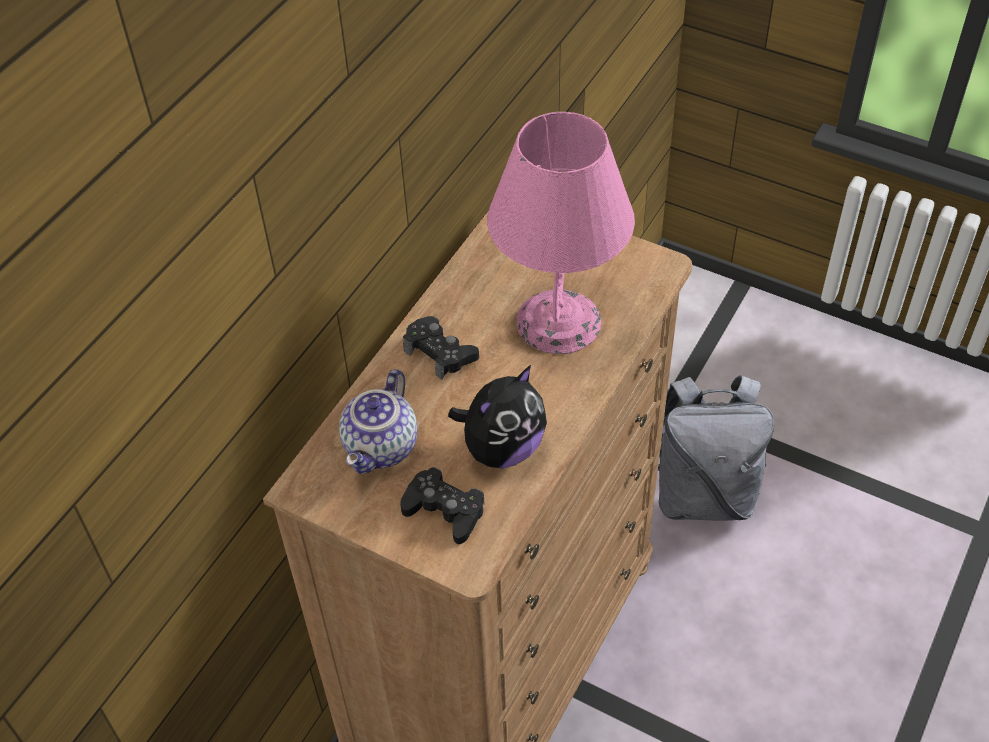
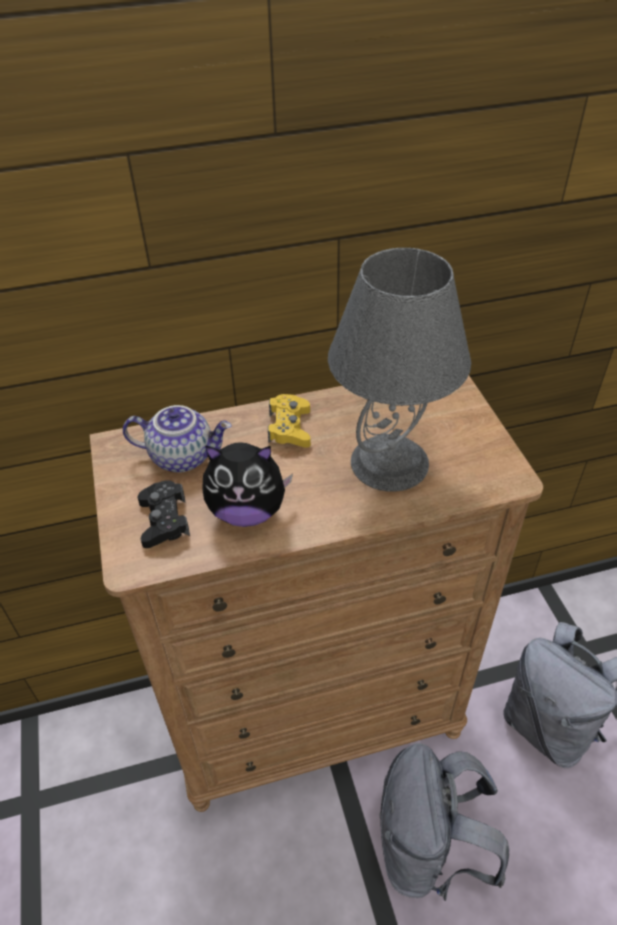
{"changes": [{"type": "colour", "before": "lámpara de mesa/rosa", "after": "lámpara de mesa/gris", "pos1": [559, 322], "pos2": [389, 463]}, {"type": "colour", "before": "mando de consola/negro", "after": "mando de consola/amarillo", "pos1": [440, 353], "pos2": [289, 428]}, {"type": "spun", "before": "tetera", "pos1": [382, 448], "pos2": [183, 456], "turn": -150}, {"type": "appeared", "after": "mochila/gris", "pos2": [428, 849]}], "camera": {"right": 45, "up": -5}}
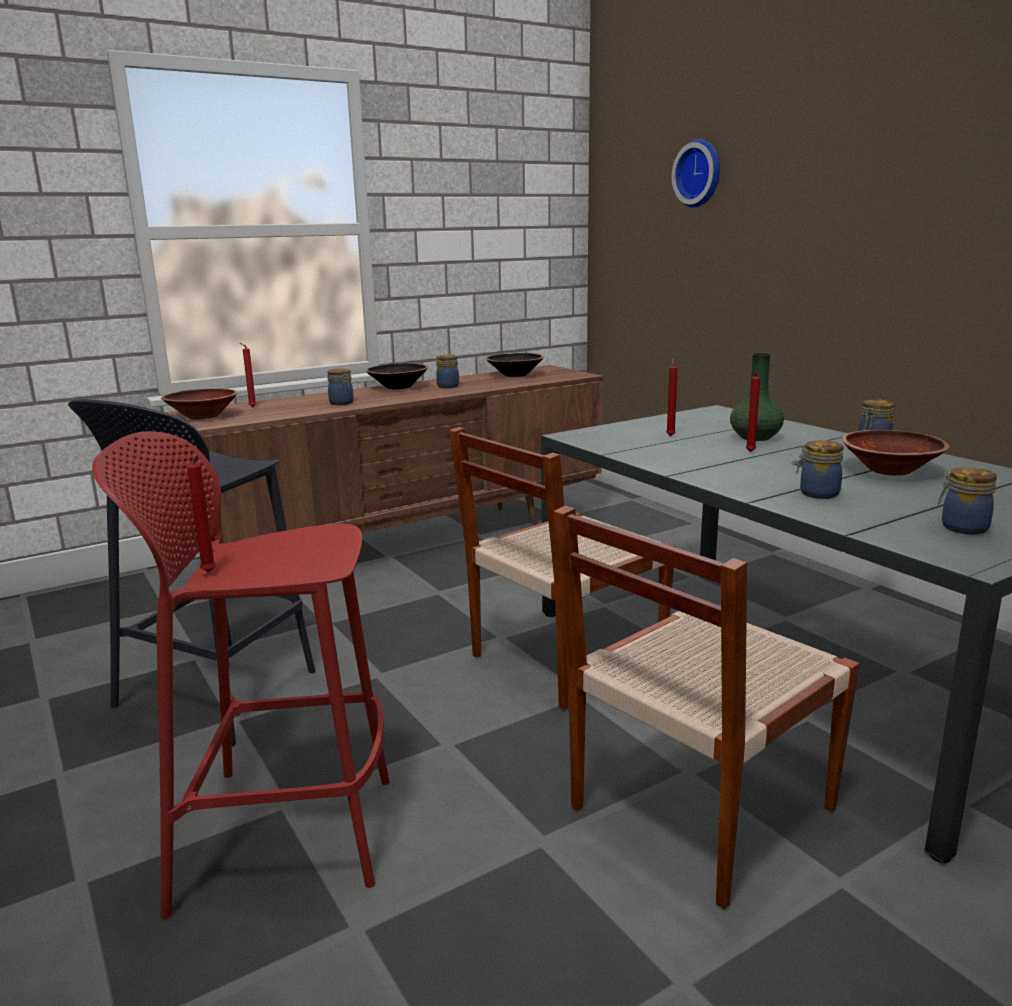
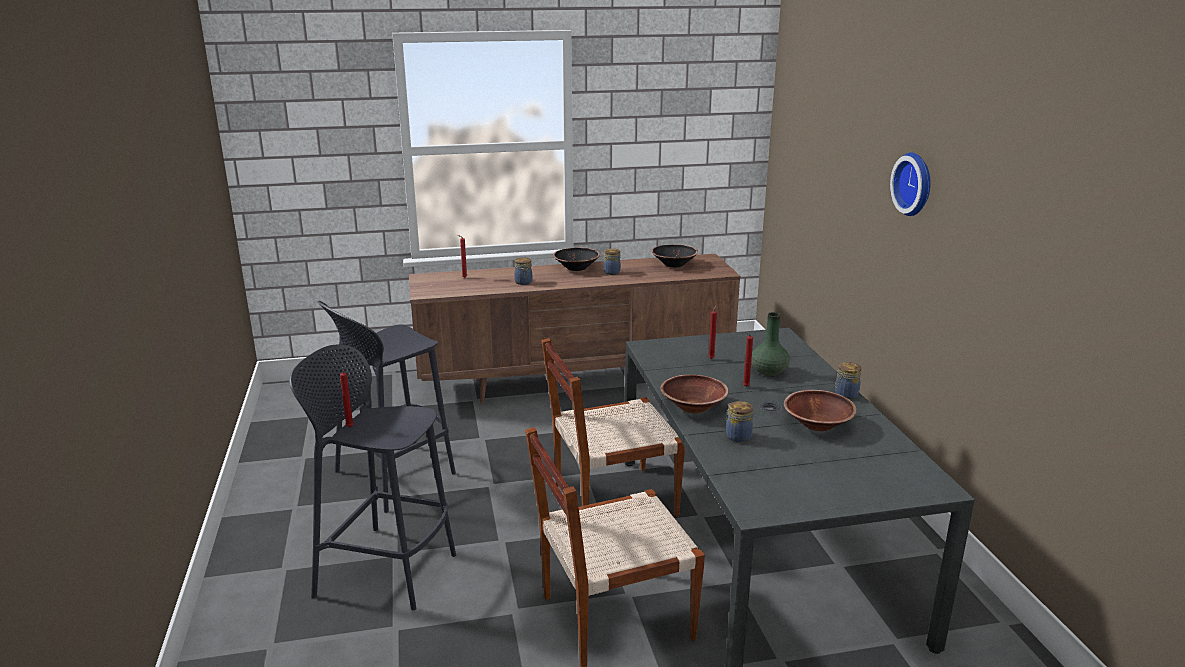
{"changes": [{"type": "relocated", "before": "reloj de pared", "pos1": [700, 173], "pos2": [915, 184]}, {"type": "relocated", "before": "cuenco/marrón", "pos1": [203, 416], "pos2": [693, 407]}, {"type": "colour", "before": "taburete/rojo", "after": "taburete/gris", "pos1": [282, 833], "pos2": [386, 570]}, {"type": "missing", "before": "tarro", "pos1": [962, 528]}], "camera": {"right": 20, "up": 5}}
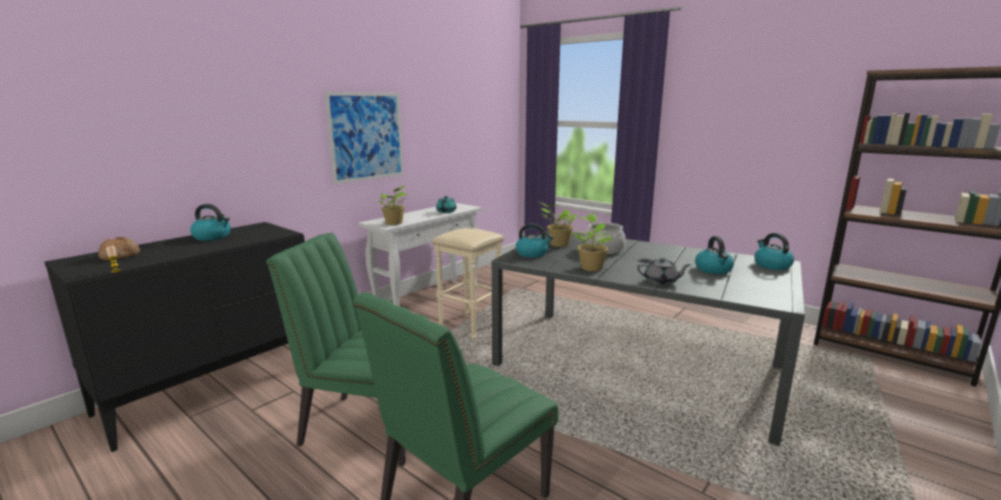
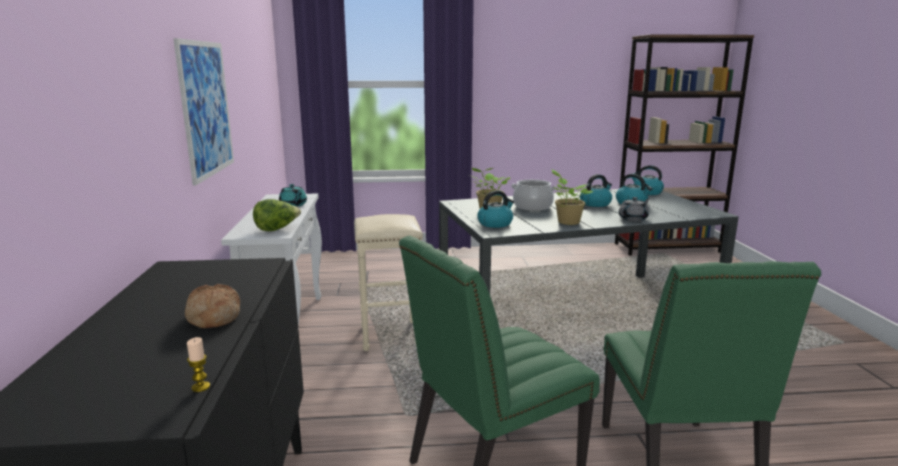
{"changes": [{"type": "exchanged", "before": "planta en maceta", "after": "lechuga", "pos1": [394, 223], "pos2": [277, 229]}, {"type": "relocated", "before": "hervidor", "pos1": [213, 237], "pos2": [595, 203]}, {"type": "relocated", "before": "pan", "pos1": [120, 256], "pos2": [212, 317]}], "camera": {"right": -45, "up": 0}}
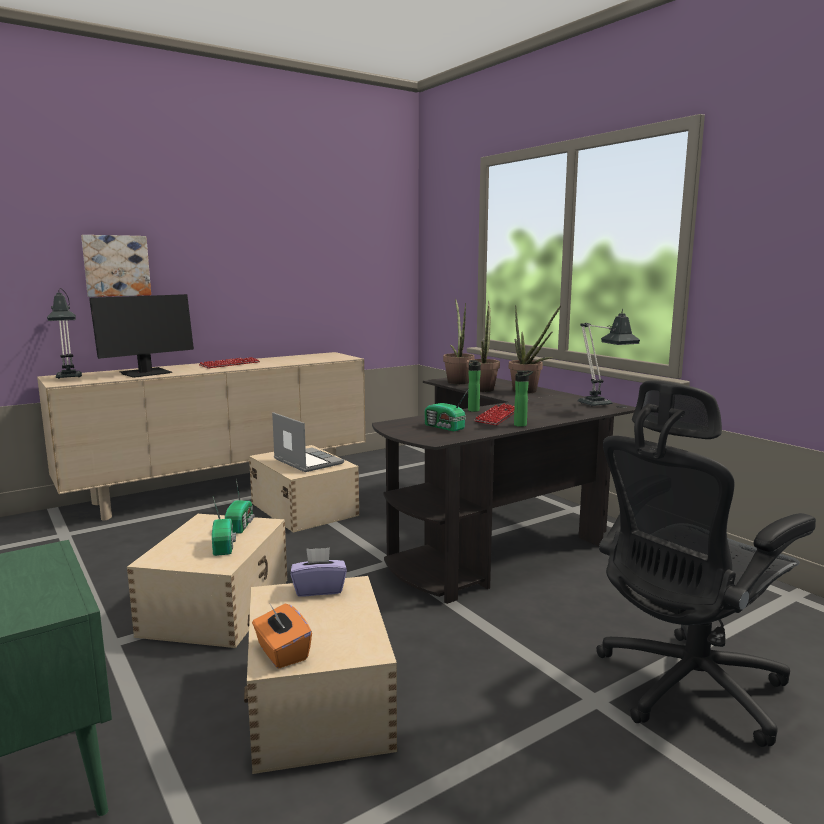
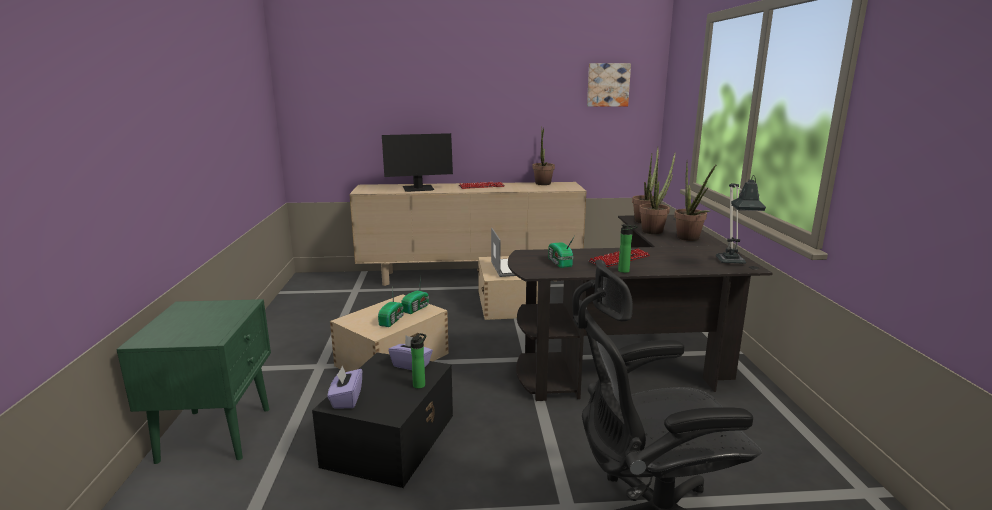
{"changes": [{"type": "relocated", "before": "cuadro", "pos1": [116, 266], "pos2": [608, 85]}, {"type": "missing", "before": "lámpara de mesa", "pos1": [69, 378]}, {"type": "relocated", "before": "botella", "pos1": [473, 410], "pos2": [420, 384]}, {"type": "colour", "before": "caja de almacenaje/beis", "after": "caja de almacenaje/negro", "pos1": [319, 700], "pos2": [391, 439]}, {"type": "colour", "before": "caja de pañuelos/naranja", "after": "caja de pañuelos/morado", "pos1": [282, 652], "pos2": [346, 399]}, {"type": "appeared", "after": "planta en maceta", "pos2": [542, 184]}], "camera": {"right": 30, "up": 5}}
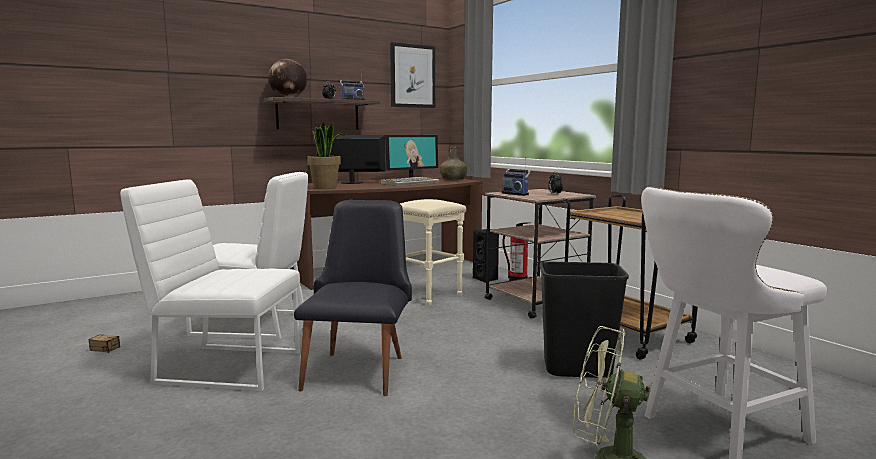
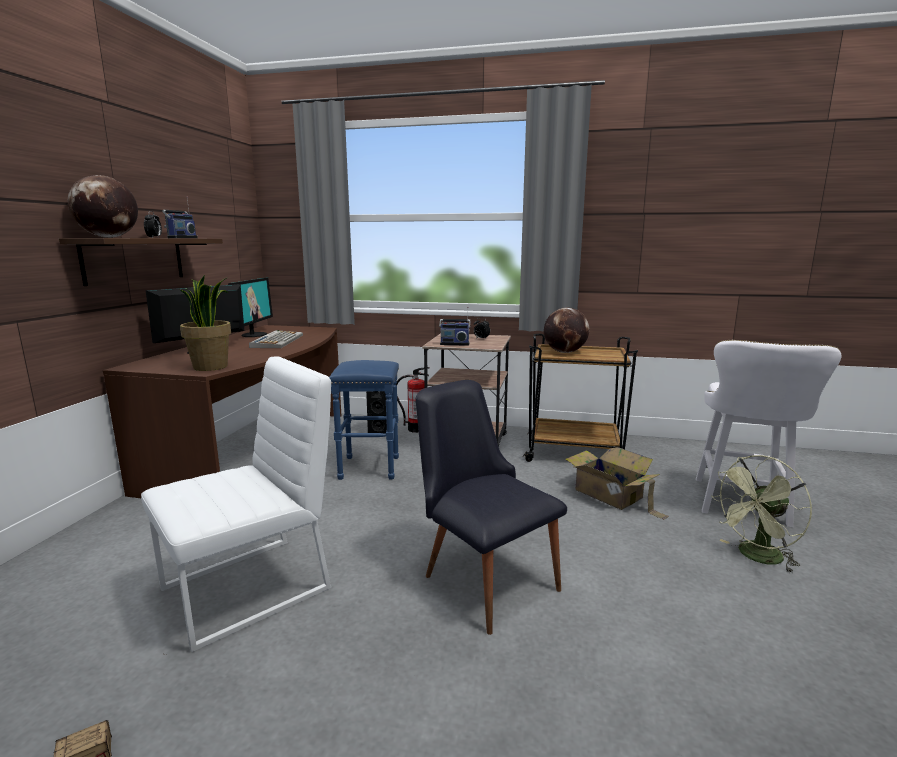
{"changes": [{"type": "missing", "before": "cuadro", "pos1": [412, 76]}, {"type": "missing", "before": "botella/verde", "pos1": [454, 179]}, {"type": "missing", "before": "silla/blanco", "pos1": [226, 366]}, {"type": "colour", "before": "taburete/beis", "after": "taburete/azul", "pos1": [429, 296], "pos2": [370, 468]}, {"type": "exchanged", "before": "papelera/negro", "after": "caja de cartón", "pos1": [577, 370], "pos2": [610, 495]}, {"type": "appeared", "after": "globo terráqueo", "pos2": [564, 352]}], "camera": {"right": -45, "up": 5}}
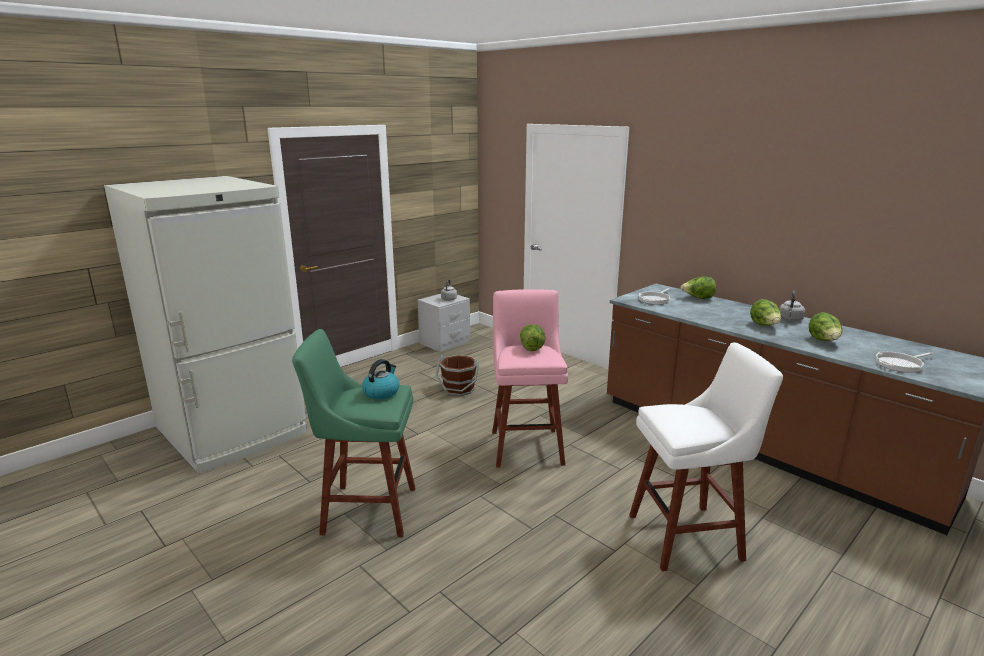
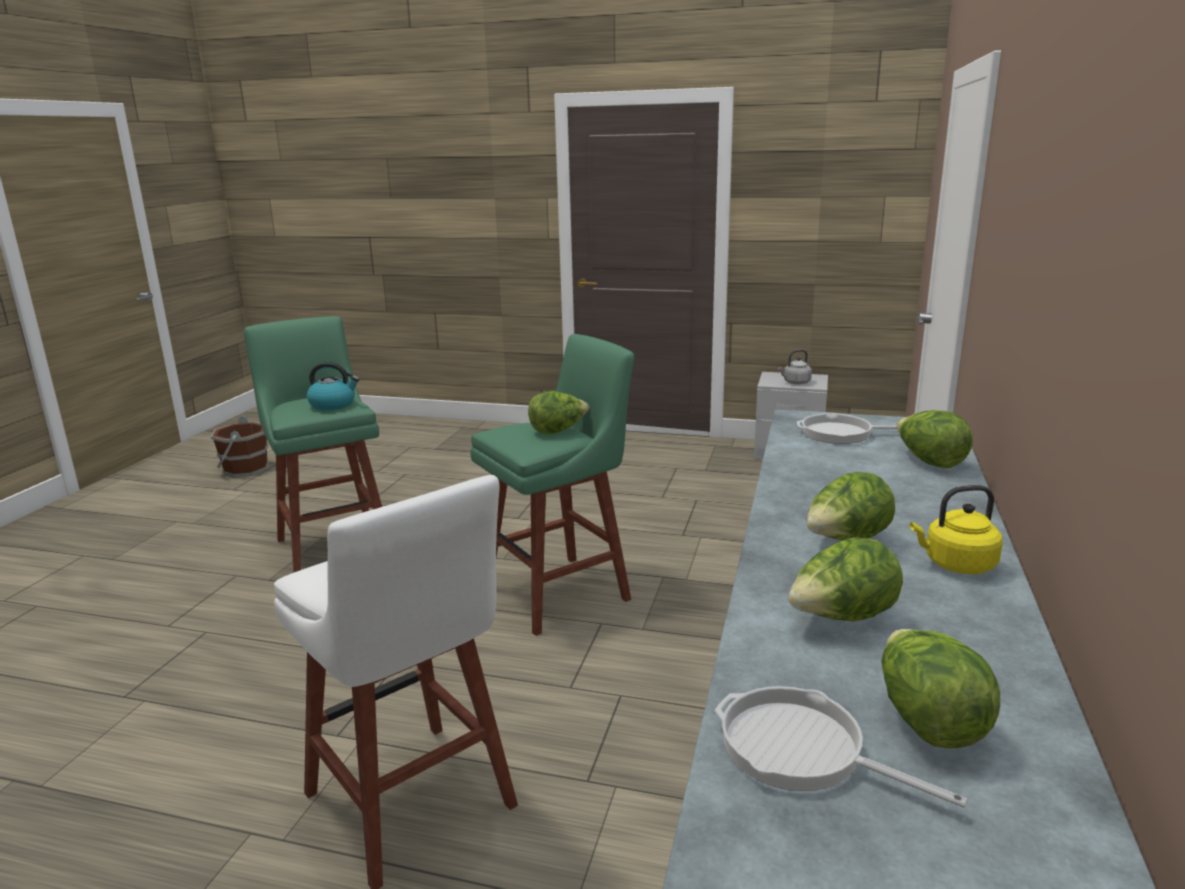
{"changes": [{"type": "missing", "before": "nevera/blanco", "pos1": [232, 430]}, {"type": "colour", "before": "taburete/rosa", "after": "taburete/verde", "pos1": [527, 446], "pos2": [560, 593]}, {"type": "colour", "before": "hervidor/gris", "after": "hervidor/amarillo", "pos1": [790, 320], "pos2": [956, 565]}, {"type": "relocated", "before": "cubo/marrón", "pos1": [459, 389], "pos2": [245, 469]}, {"type": "appeared", "after": "lechuga", "pos2": [927, 721]}], "camera": {"right": 60, "up": 0}}
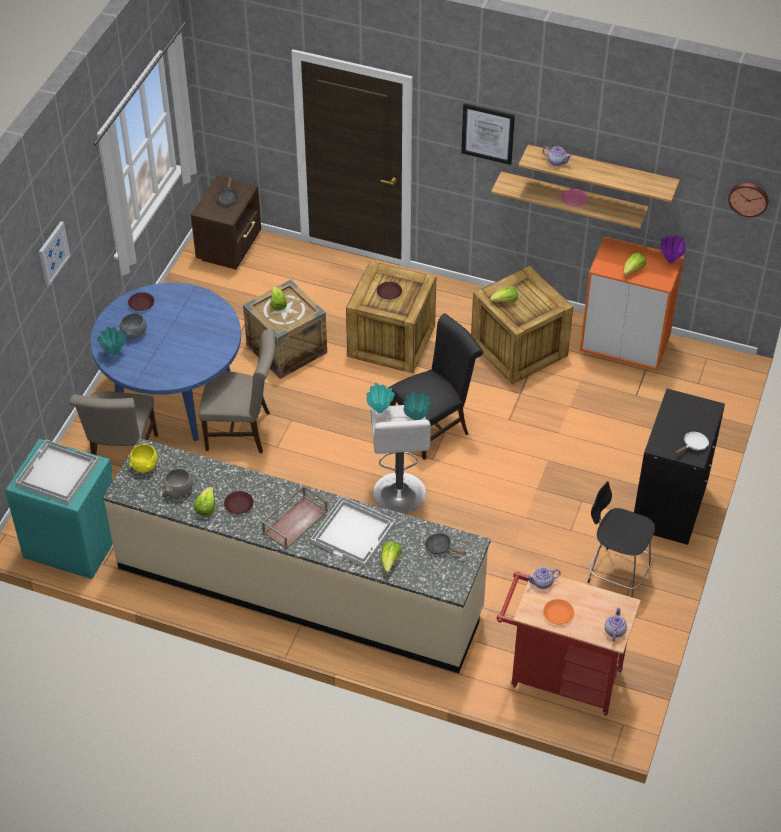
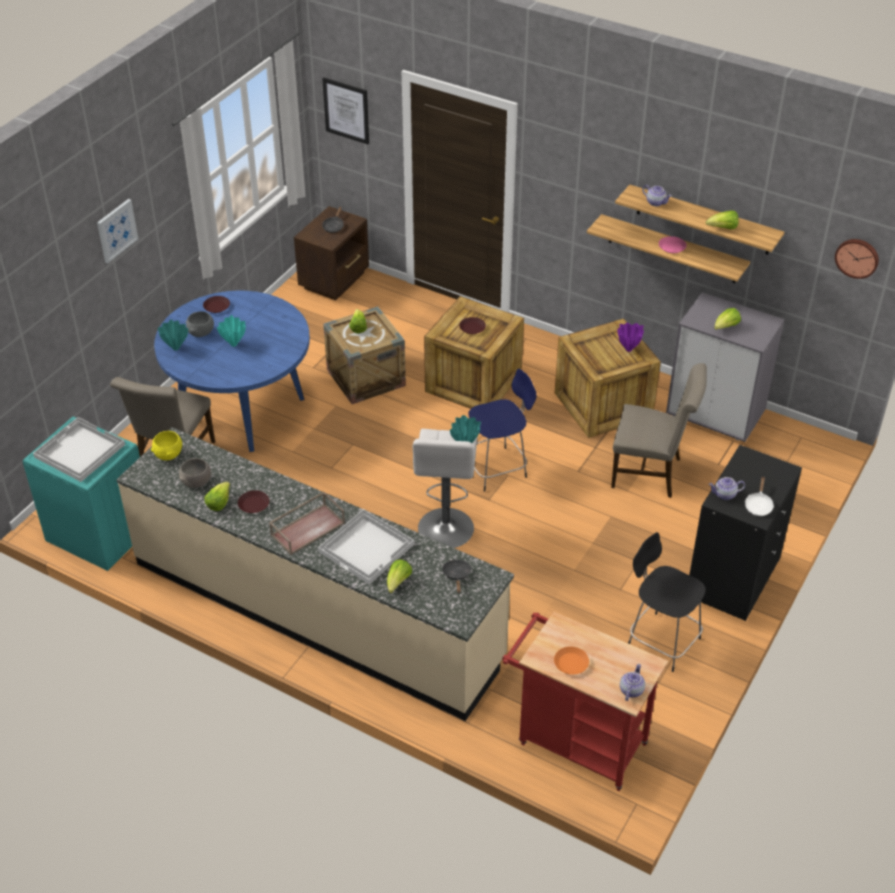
{"changes": [{"type": "relocated", "before": "cuadro", "pos1": [488, 133], "pos2": [346, 110]}, {"type": "relocated", "before": "florero/morado", "pos1": [670, 261], "pos2": [628, 350]}, {"type": "colour", "before": "armario/naranja", "after": "armario/gris", "pos1": [625, 347], "pos2": [715, 417]}, {"type": "relocated", "before": "lechuga", "pos1": [505, 301], "pos2": [723, 228]}, {"type": "exchanged", "before": "silla/negro", "after": "taburete/azul", "pos1": [433, 426], "pos2": [497, 468]}, {"type": "relocated", "before": "silla/beis", "pos1": [243, 430], "pos2": [651, 473]}, {"type": "relocated", "before": "florero/turquesa", "pos1": [379, 411], "pos2": [233, 345]}, {"type": "spun", "before": "sartén/blanco", "pos1": [693, 445], "pos2": [758, 505], "turn": 135}, {"type": "spun", "before": "sartén/negro", "pos1": [440, 547], "pos2": [457, 575], "turn": 45}, {"type": "relocated", "before": "tetera", "pos1": [542, 583], "pos2": [724, 495]}], "camera": {"right": 10, "up": -5}}
